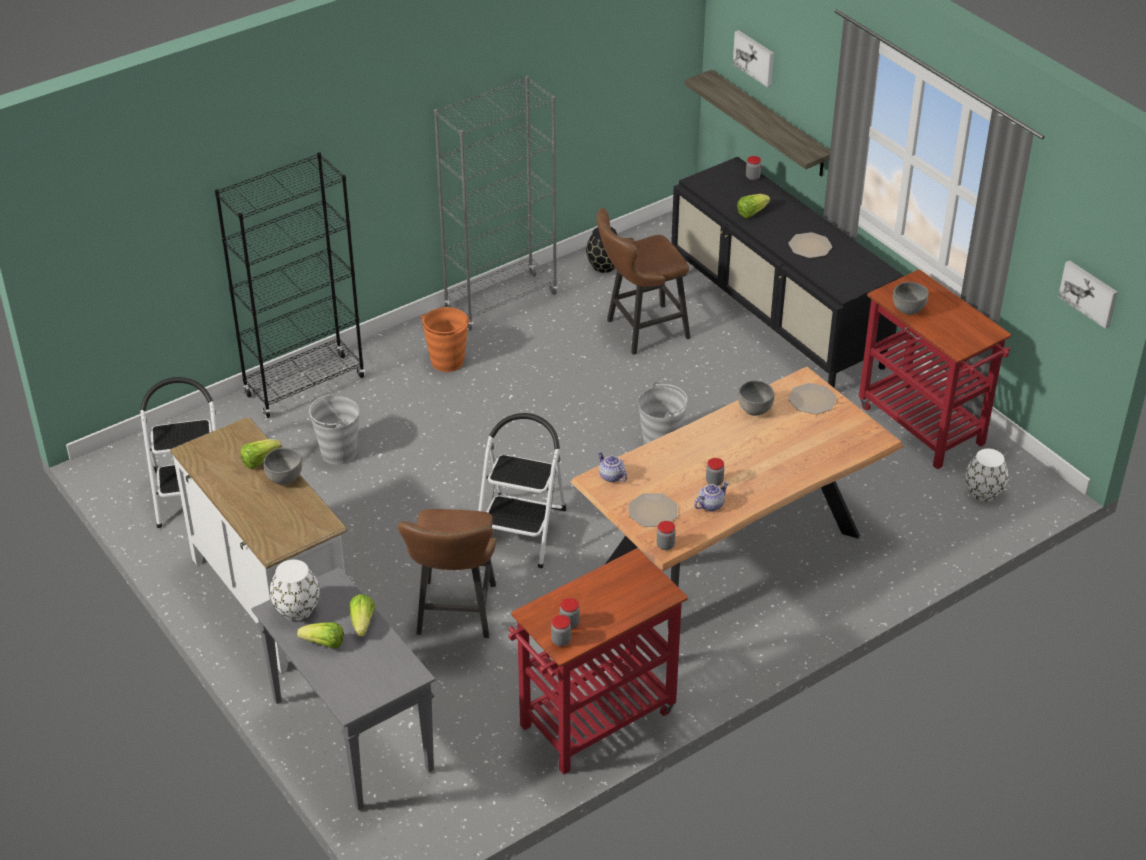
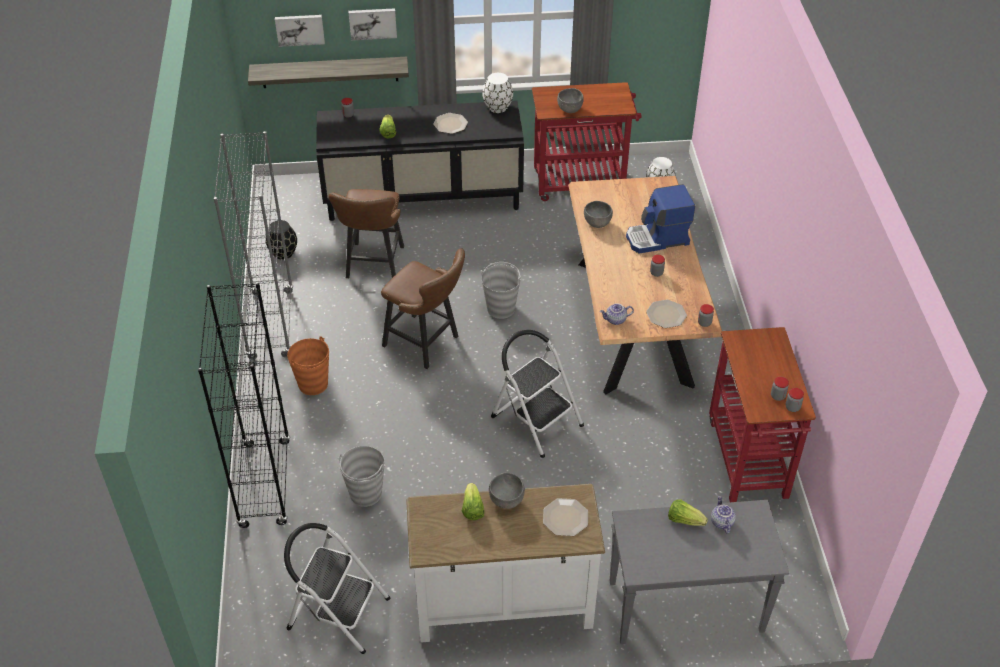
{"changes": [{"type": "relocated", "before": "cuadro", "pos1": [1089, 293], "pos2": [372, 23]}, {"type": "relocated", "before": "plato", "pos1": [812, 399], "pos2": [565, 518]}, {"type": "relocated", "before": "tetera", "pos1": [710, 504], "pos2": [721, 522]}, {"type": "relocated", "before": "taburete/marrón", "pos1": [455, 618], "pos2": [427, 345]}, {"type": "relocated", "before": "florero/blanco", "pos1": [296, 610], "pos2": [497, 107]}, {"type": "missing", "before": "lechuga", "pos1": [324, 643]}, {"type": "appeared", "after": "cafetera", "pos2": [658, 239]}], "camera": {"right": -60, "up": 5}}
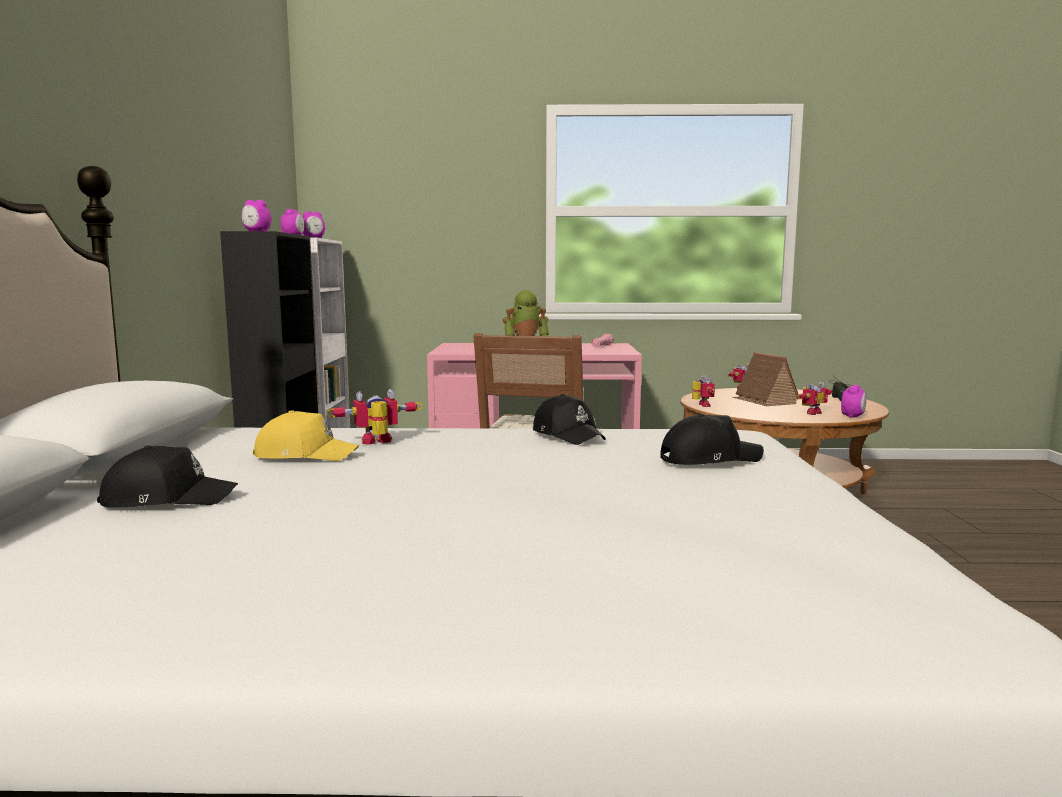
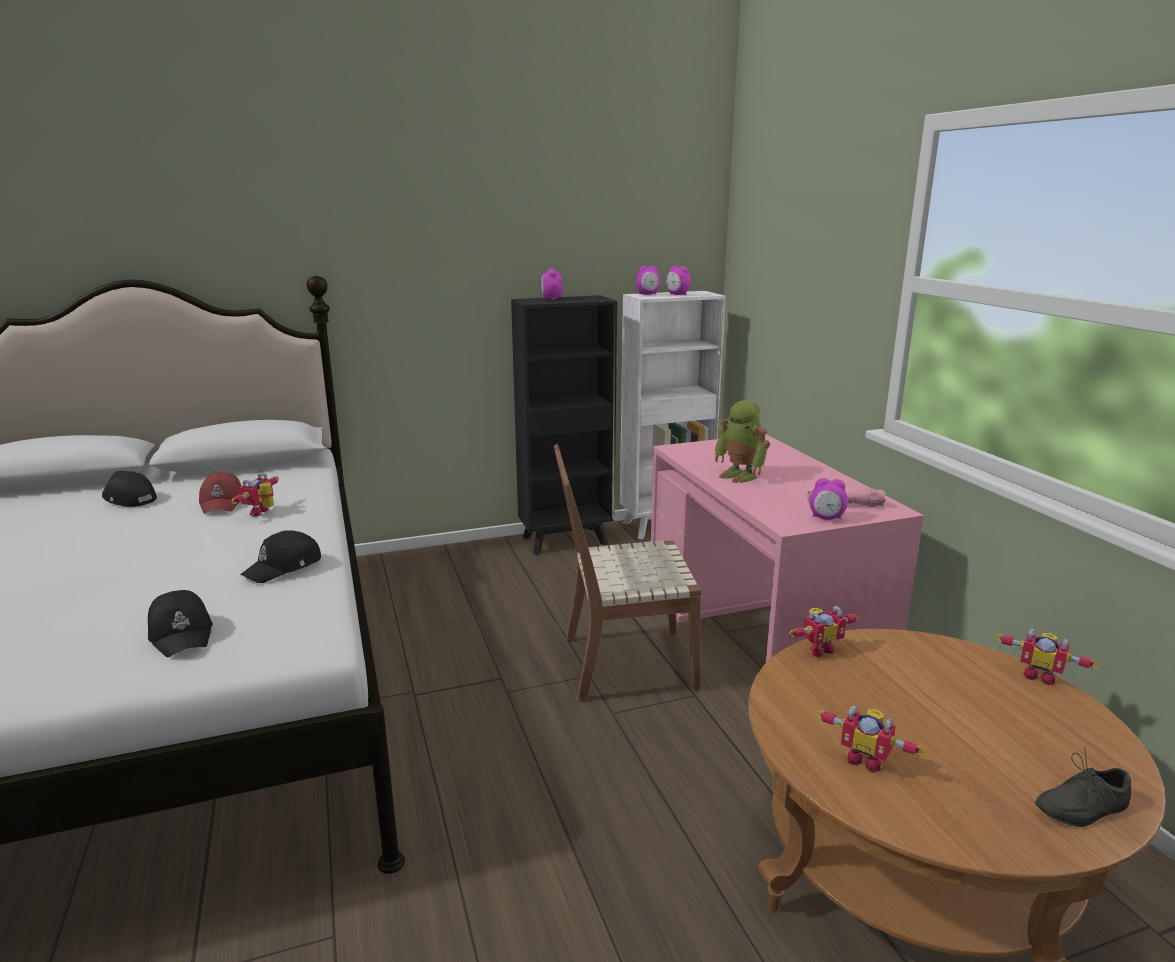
{"changes": [{"type": "missing", "before": "casita", "pos1": [764, 401]}, {"type": "relocated", "before": "despertador", "pos1": [853, 416], "pos2": [826, 518]}, {"type": "spun", "before": "robot de juguete", "pos1": [378, 443], "pos2": [263, 513], "turn": -120}, {"type": "colour", "before": "gorra/amarillo", "after": "gorra/rojo", "pos1": [305, 455], "pos2": [223, 502]}, {"type": "spun", "before": "gorra/negro", "pos1": [168, 499], "pos2": [128, 499], "turn": 150}], "camera": {"right": 70, "up": 10}}
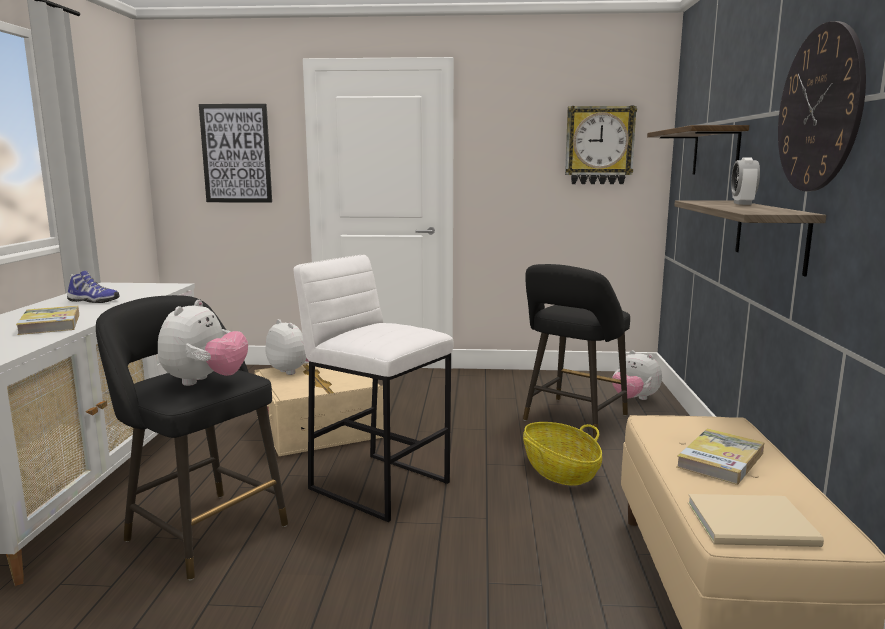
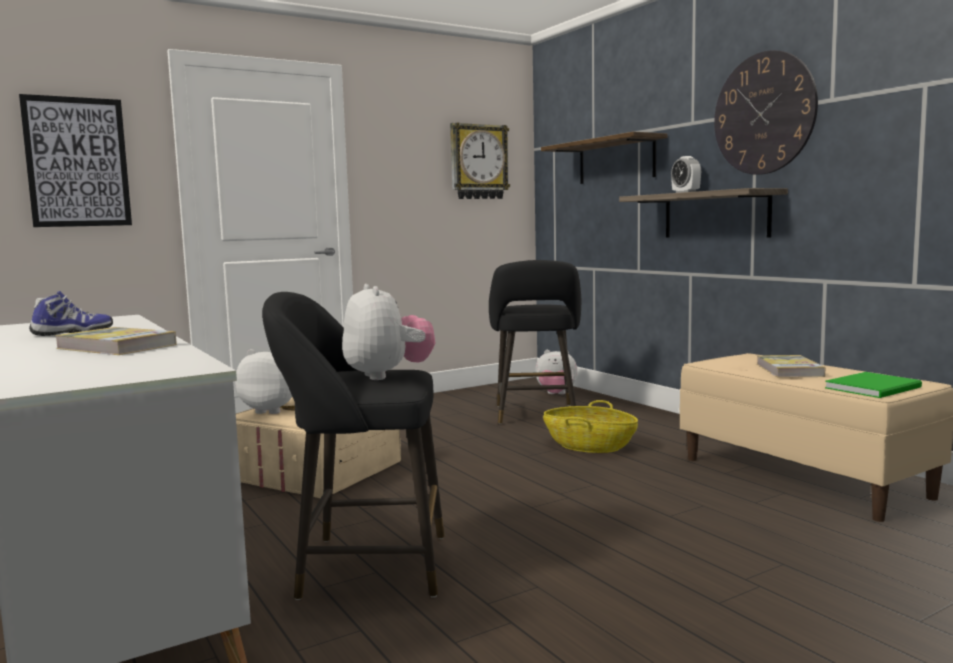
{"changes": [{"type": "missing", "before": "taburete/blanco", "pos1": [377, 485]}, {"type": "colour", "before": "libro/beis", "after": "libro/verde", "pos1": [755, 525], "pos2": [876, 388]}], "camera": {"right": -35, "up": -5}}
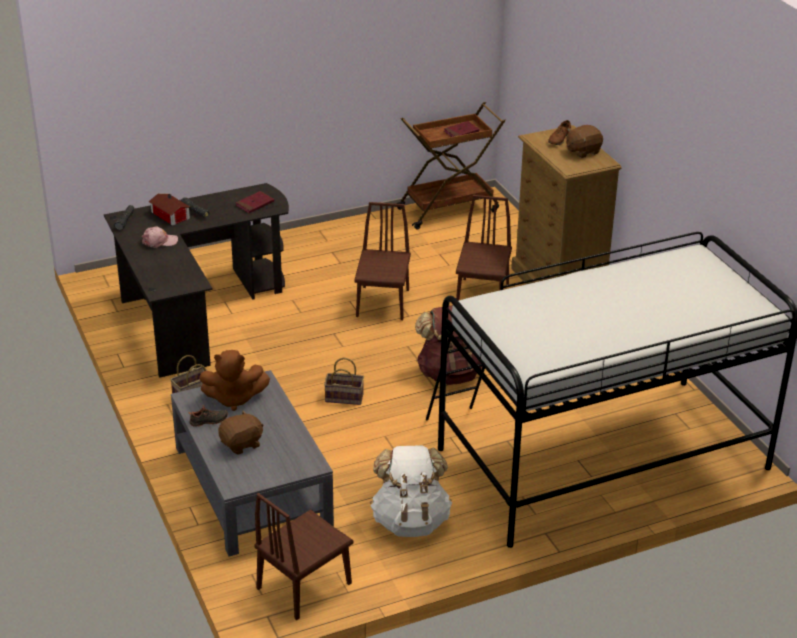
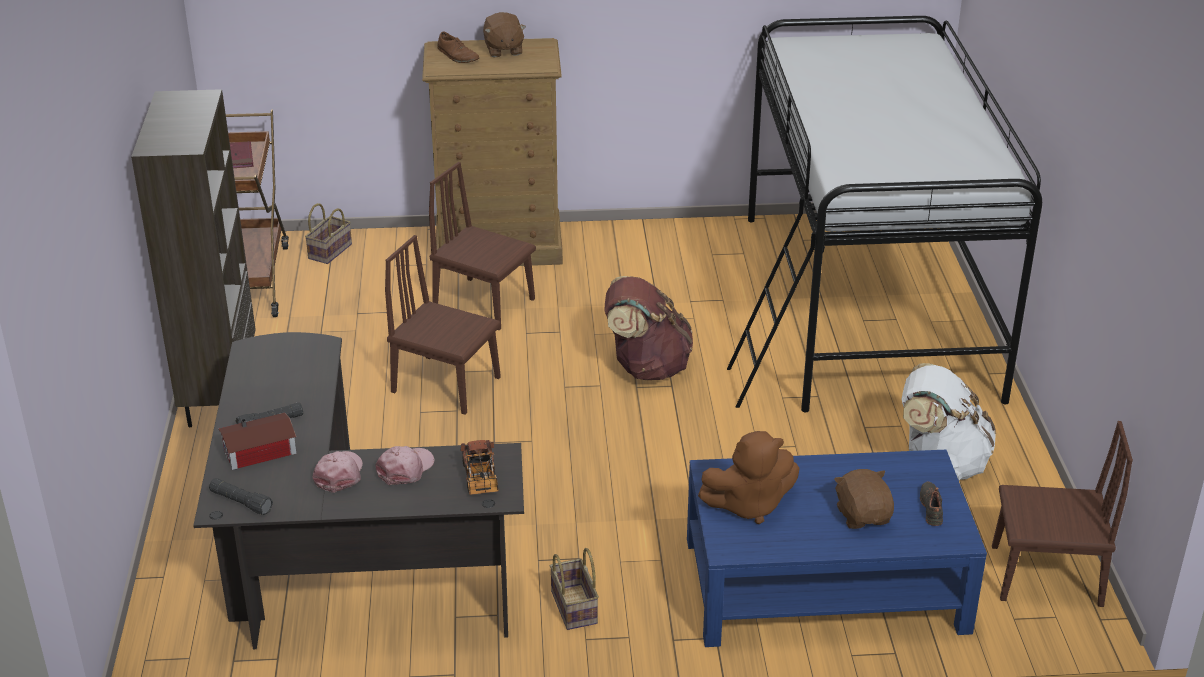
{"changes": [{"type": "missing", "before": "libro/rojo", "pos1": [255, 204]}, {"type": "spun", "before": "peluche/marrón", "pos1": [234, 398], "pos2": [749, 505], "turn": 60}, {"type": "relocated", "before": "cesta", "pos1": [345, 397], "pos2": [330, 250]}, {"type": "colour", "before": "mesa de centro/gris", "after": "mesa de centro/azul", "pos1": [251, 485], "pos2": [823, 585]}, {"type": "relocated", "before": "zapato/negro", "pos1": [209, 421], "pos2": [932, 508]}, {"type": "spun", "before": "silla/marrón", "pos1": [304, 585], "pos2": [1046, 576], "turn": -60}, {"type": "appeared", "after": "estantería/marrón", "pos2": [219, 393]}, {"type": "appeared", "after": "camión de juguete", "pos2": [480, 480]}, {"type": "appeared", "after": "gorra/rosa", "pos2": [405, 469]}], "camera": {"right": -70, "up": 0}}
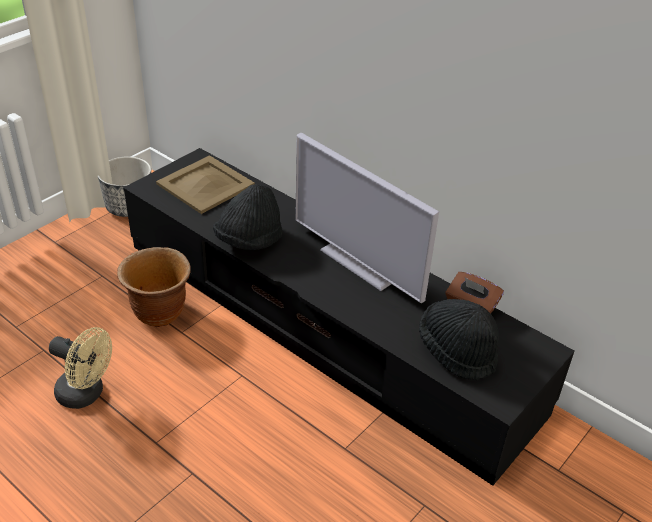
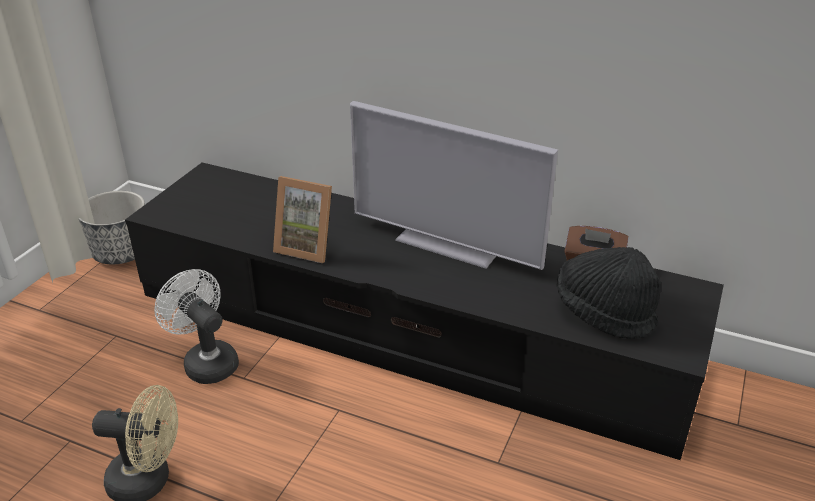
{"changes": [{"type": "missing", "before": "bandeja/beis", "pos1": [204, 184]}, {"type": "exchanged", "before": "sombrero/negro", "after": "portarretratos", "pos1": [249, 240], "pos2": [307, 246]}, {"type": "exchanged", "before": "maceta/marrón", "after": "ventilador/blanco", "pos1": [159, 312], "pos2": [206, 361]}], "camera": {"right": -15, "up": -5}}
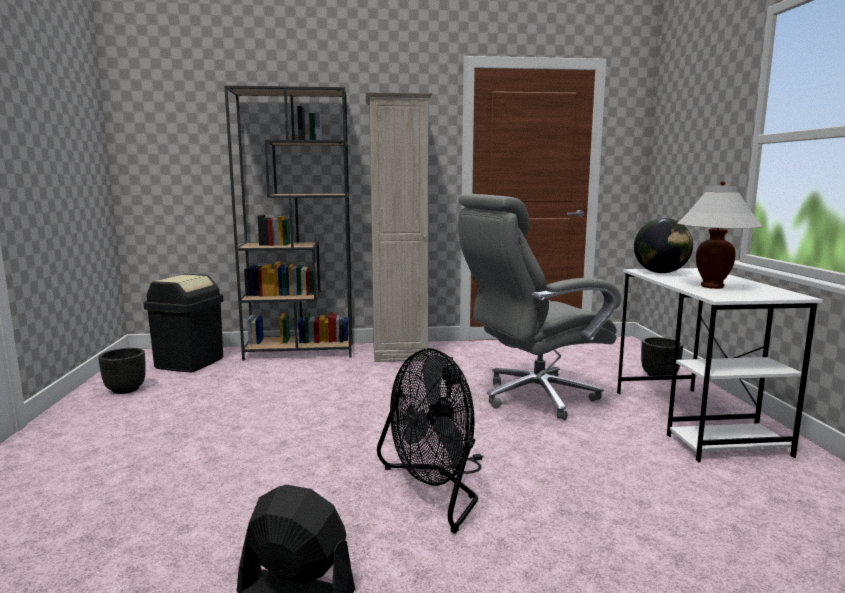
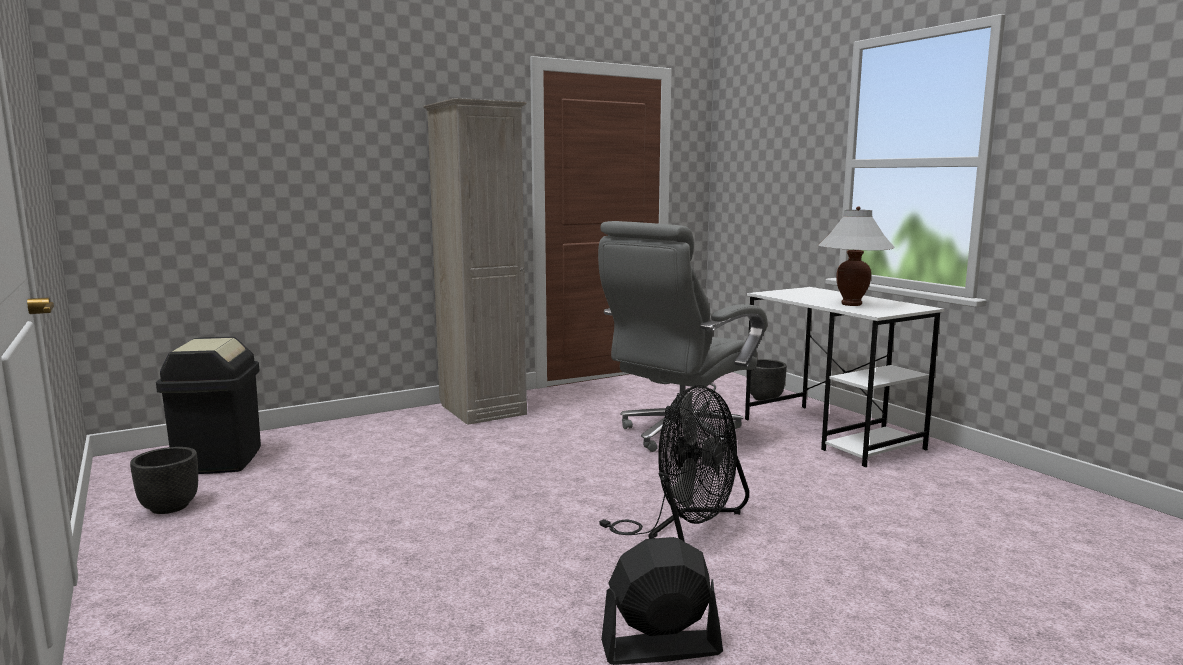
{"changes": [{"type": "missing", "before": "estantería", "pos1": [300, 351]}, {"type": "missing", "before": "globo terráqueo", "pos1": [660, 272]}, {"type": "spun", "before": "ventilador/negro", "pos1": [438, 487], "pos2": [681, 532], "turn": -90}], "camera": {"right": -25, "up": 0}}
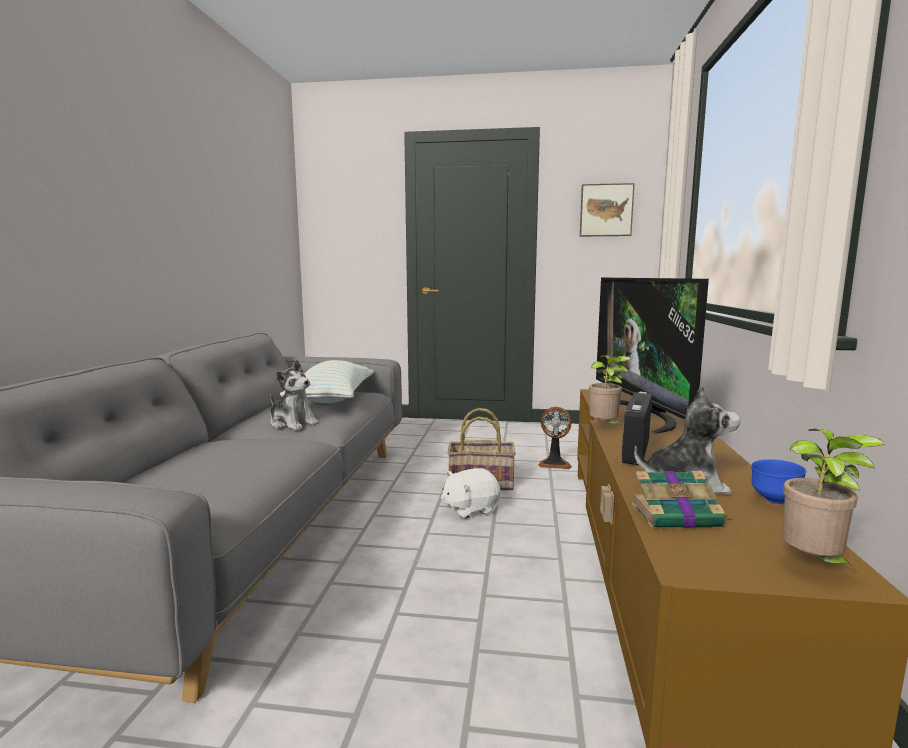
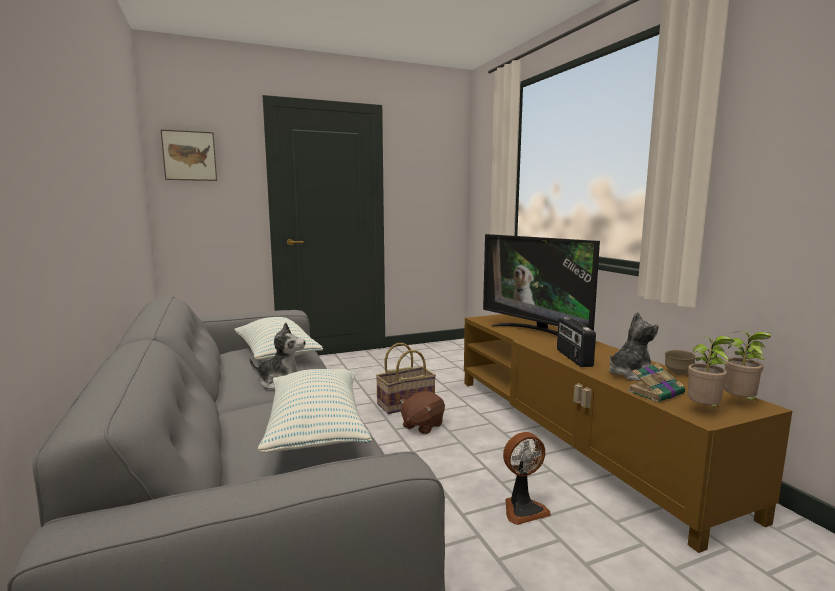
{"changes": [{"type": "relocated", "before": "cuadro", "pos1": [606, 210], "pos2": [189, 156]}, {"type": "relocated", "before": "planta en maceta", "pos1": [605, 427], "pos2": [704, 410]}, {"type": "relocated", "before": "ventilador", "pos1": [554, 463], "pos2": [523, 509]}, {"type": "colour", "before": "cuenco/azul", "after": "cuenco/marrón", "pos1": [774, 501], "pos2": [678, 374]}, {"type": "colour", "before": "peluche/blanco", "after": "peluche/marrón", "pos1": [470, 509], "pos2": [422, 425]}, {"type": "appeared", "after": "cojín", "pos2": [316, 428]}], "camera": {"right": -30, "up": 0}}
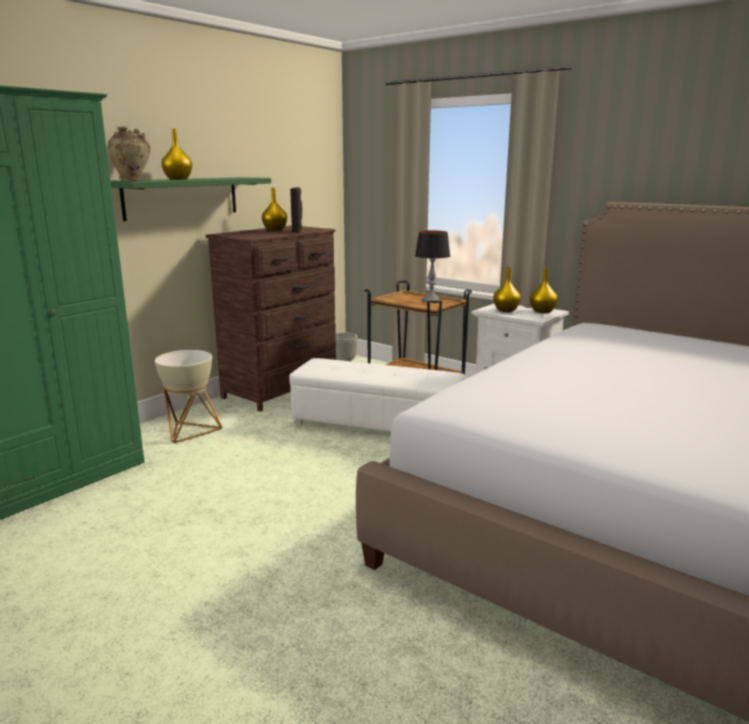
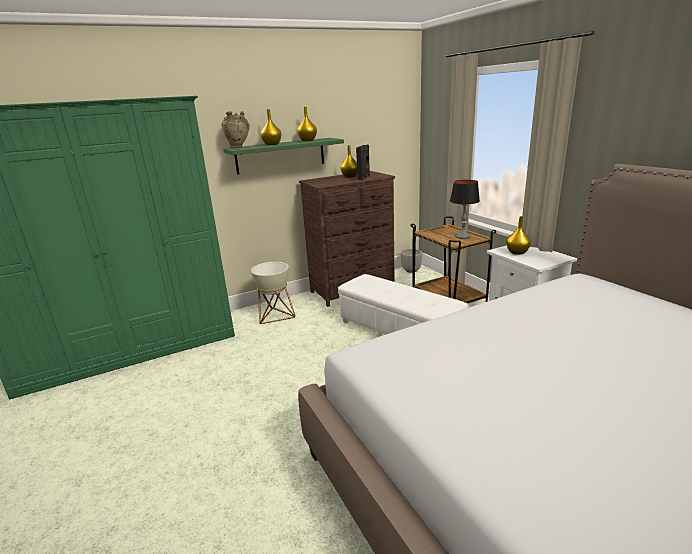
{"changes": [{"type": "relocated", "before": "florero/amarillo", "pos1": [542, 311], "pos2": [307, 140]}], "camera": {"right": 25, "up": 5}}
